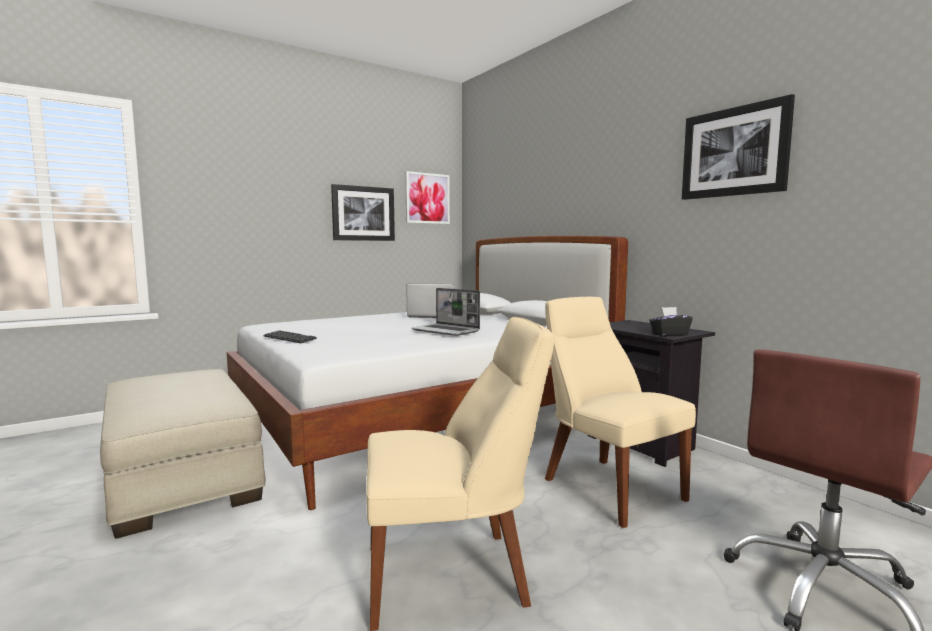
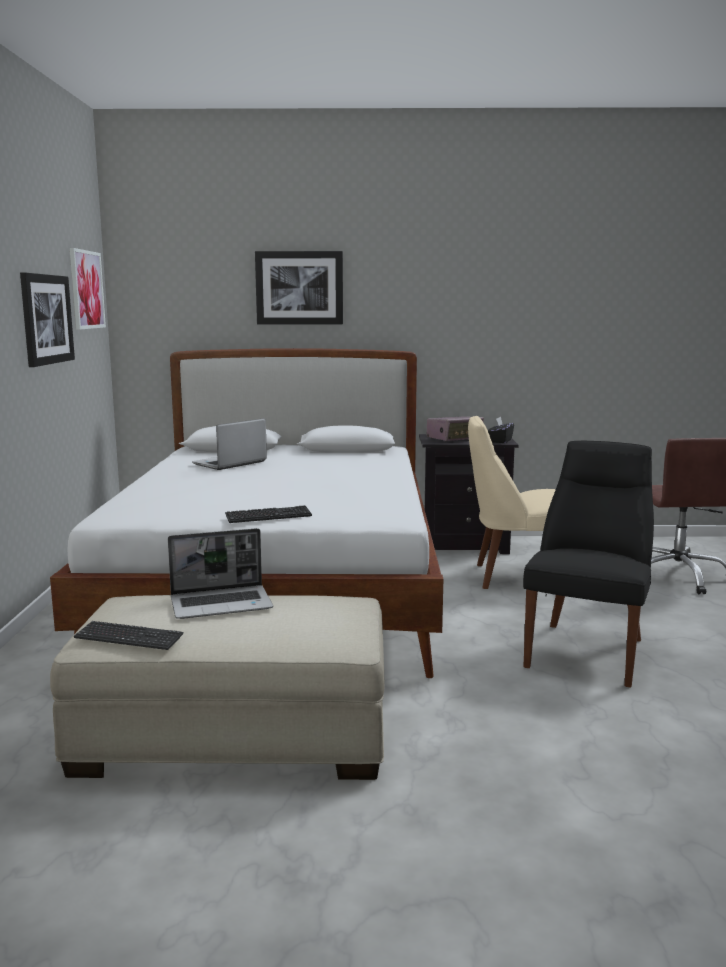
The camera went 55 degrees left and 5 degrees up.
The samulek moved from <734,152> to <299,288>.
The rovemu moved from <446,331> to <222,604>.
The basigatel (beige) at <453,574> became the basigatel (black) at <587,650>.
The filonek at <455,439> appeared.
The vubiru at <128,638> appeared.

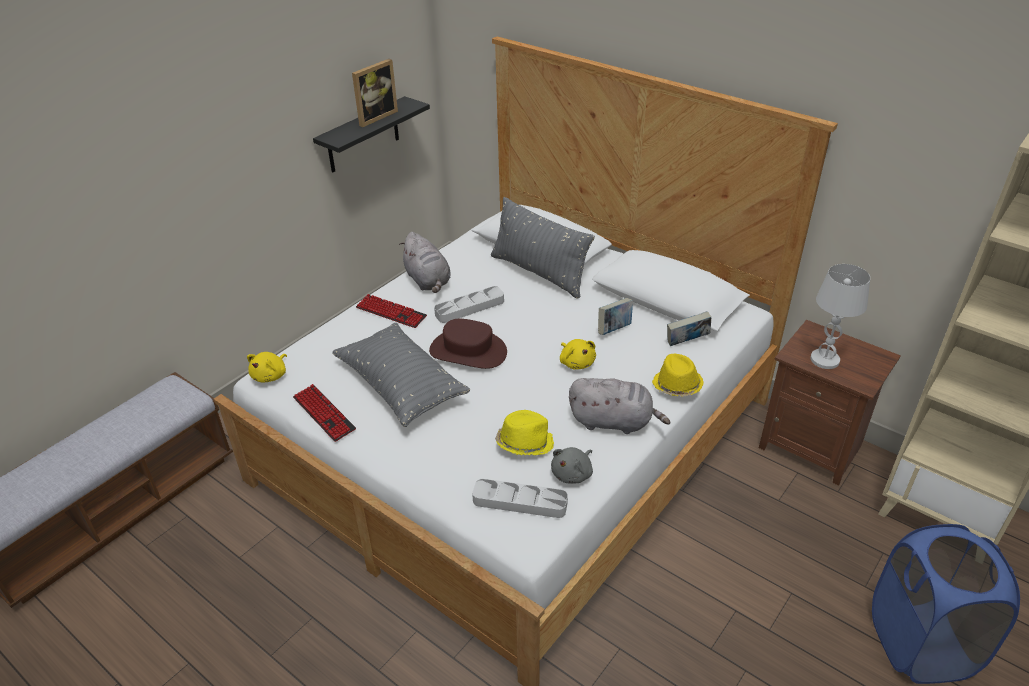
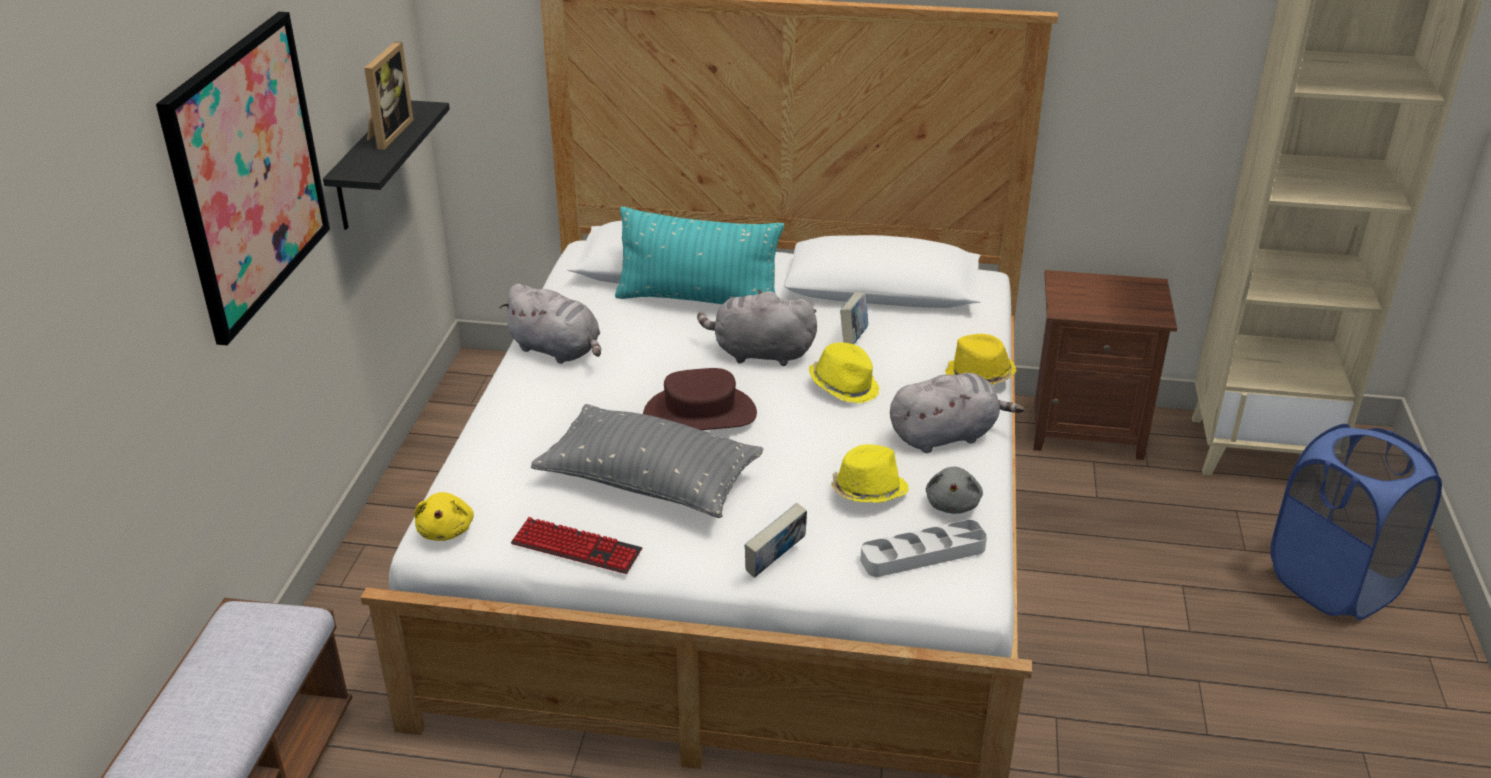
The camera went 30 degrees left and 5 degrees down.
The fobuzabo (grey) at <539,273> became the fobuzabo (turquoise) at <698,301>.
The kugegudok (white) at <825,360> disappeared.
The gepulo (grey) at <469,308> disappeared.
The vubiru at <391,312> disappeared.
The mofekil moved from <686,342> to <775,563>.
The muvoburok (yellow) at <576,362> was replaced by the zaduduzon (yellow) at <844,386>.
The samulek at <248,174> appeared.
The muvoburok (grey) at <759,353> appeared.

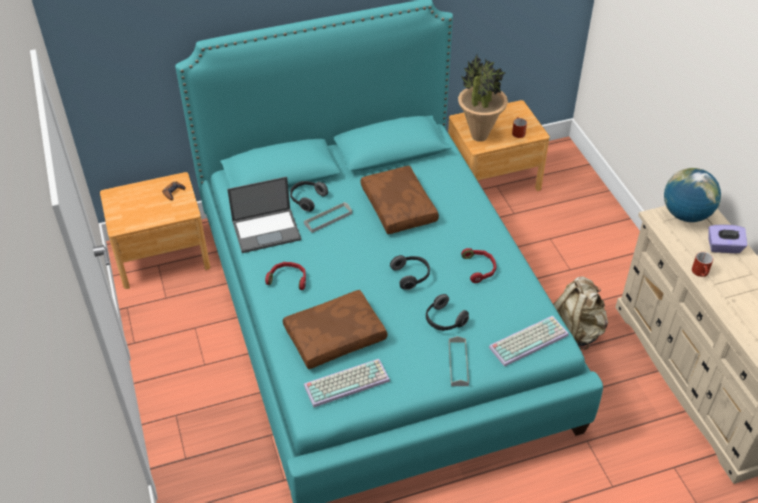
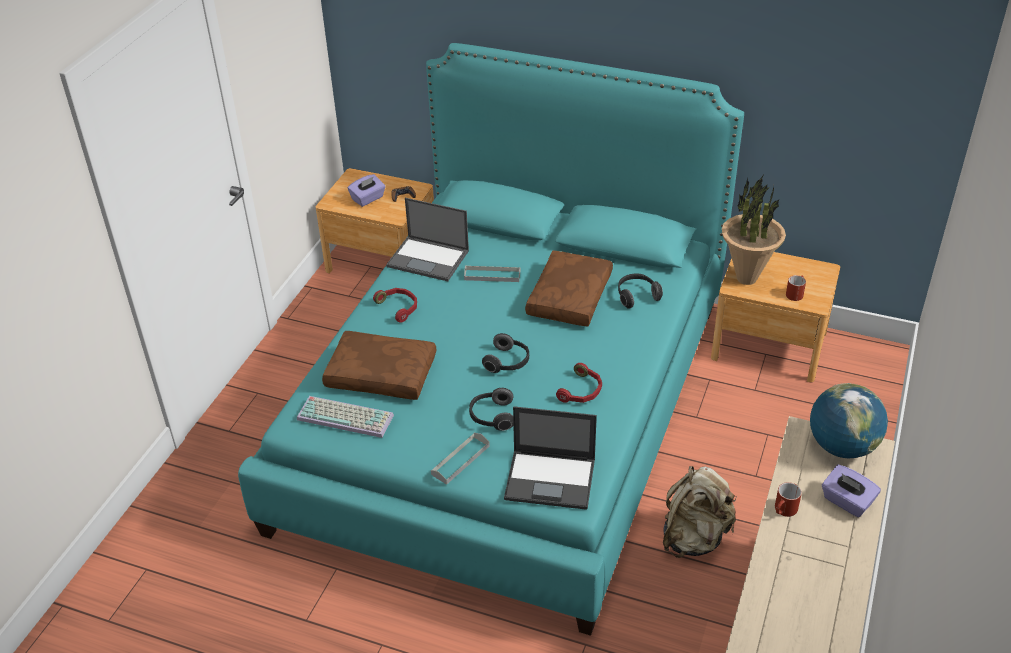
The camera went 40 degrees right and 5 degrees down.
The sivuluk moved from <307,199> to <636,296>.
The vubiru at <528,340> was replaced by the rovemu at <551,479>.
The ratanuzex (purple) at <368,199> appeared.

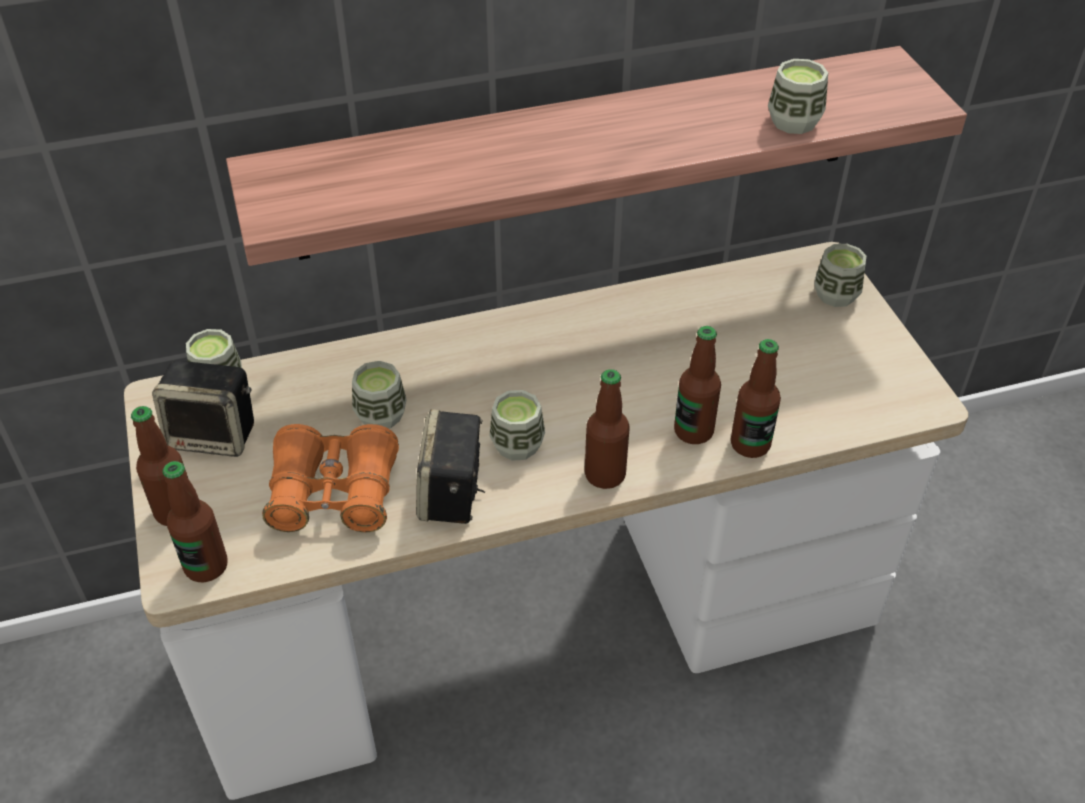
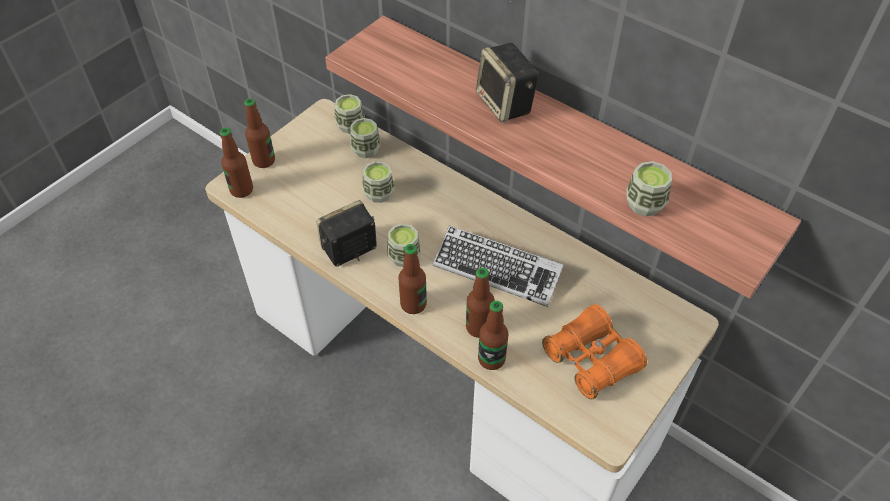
The camera went 55 degrees right and 5 degrees up.
The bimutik moved from <836,294> to <366,150>.
The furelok moved from <215,435> to <506,104>.
The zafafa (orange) moved from <334,493> to <591,360>.
The vubiru at <497,270> appeared.

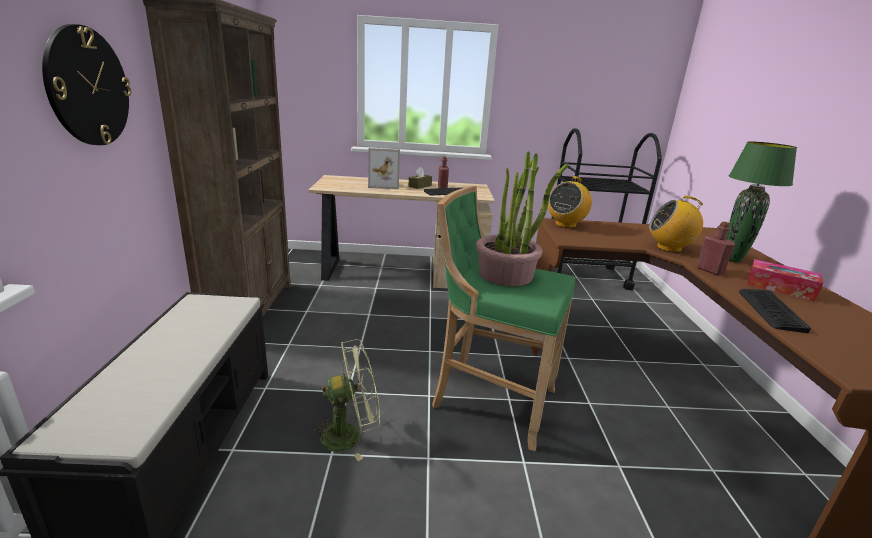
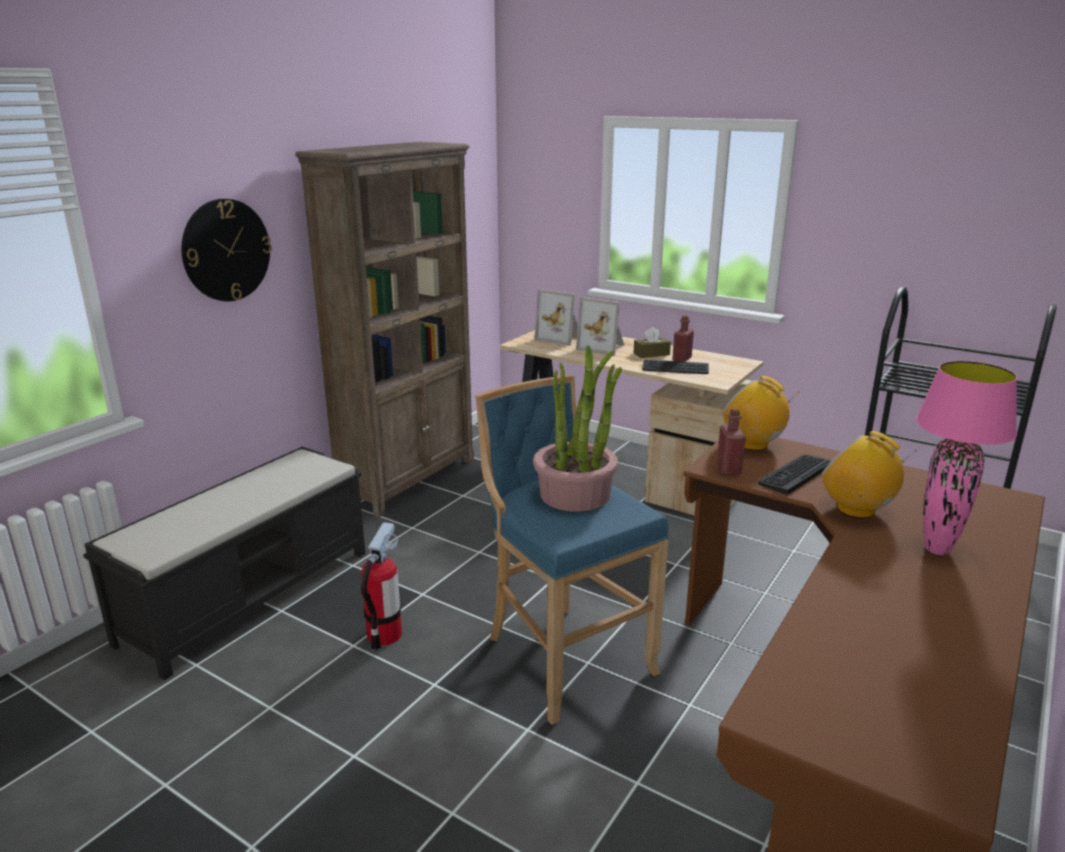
The camera went 35 degrees right and 0 degrees up.
The kugegudok (green) at <732,260> became the kugegudok (pink) at <936,549>.
The filonek at <565,224> turned 60 degrees clockwise.
The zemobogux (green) at <489,400> became the zemobogux (blue) at <563,655>.
The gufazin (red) moved from <710,270> to <728,469>.
The ratanuzex at <780,288> disappeared.
The vubiru moved from <770,310> to <795,474>.
The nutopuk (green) at <350,435> was replaced by the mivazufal at <384,635>.
The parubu at <561,338> appeared.

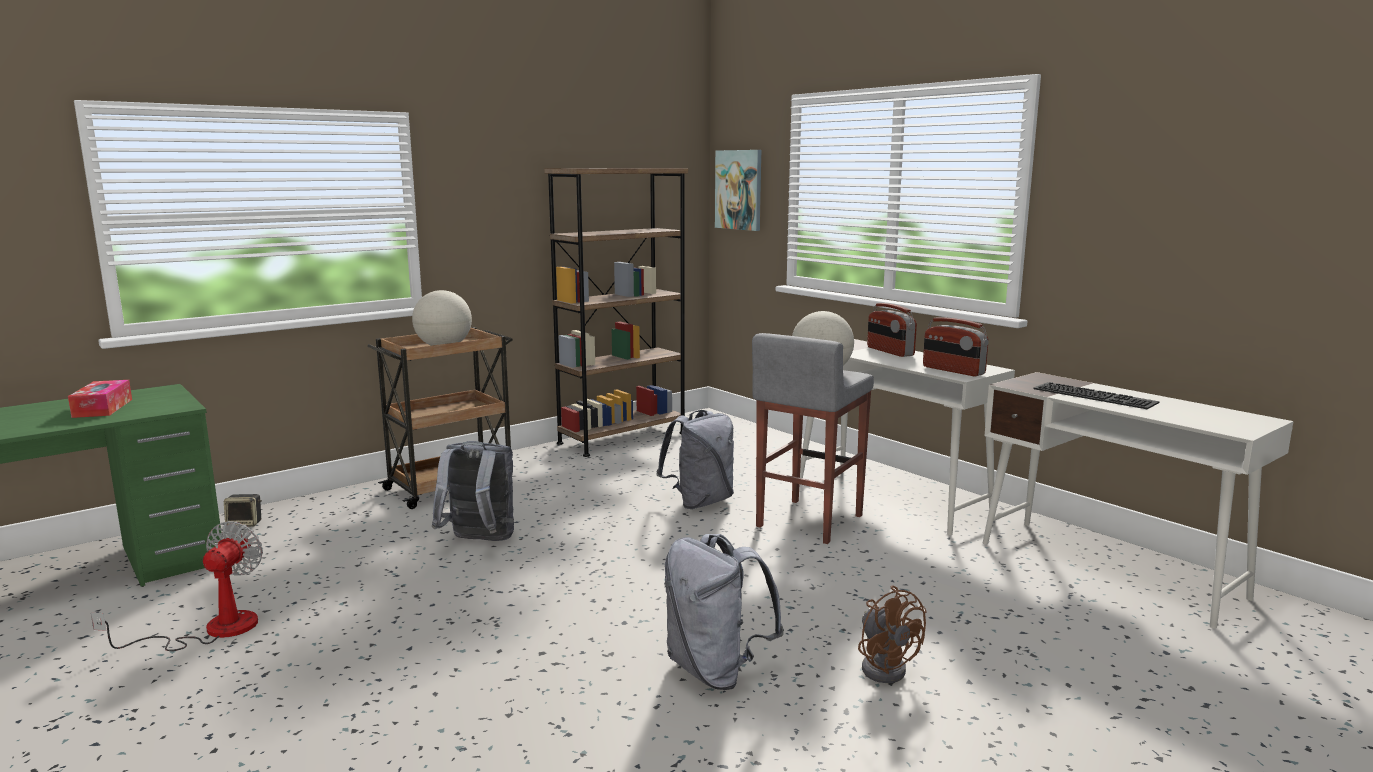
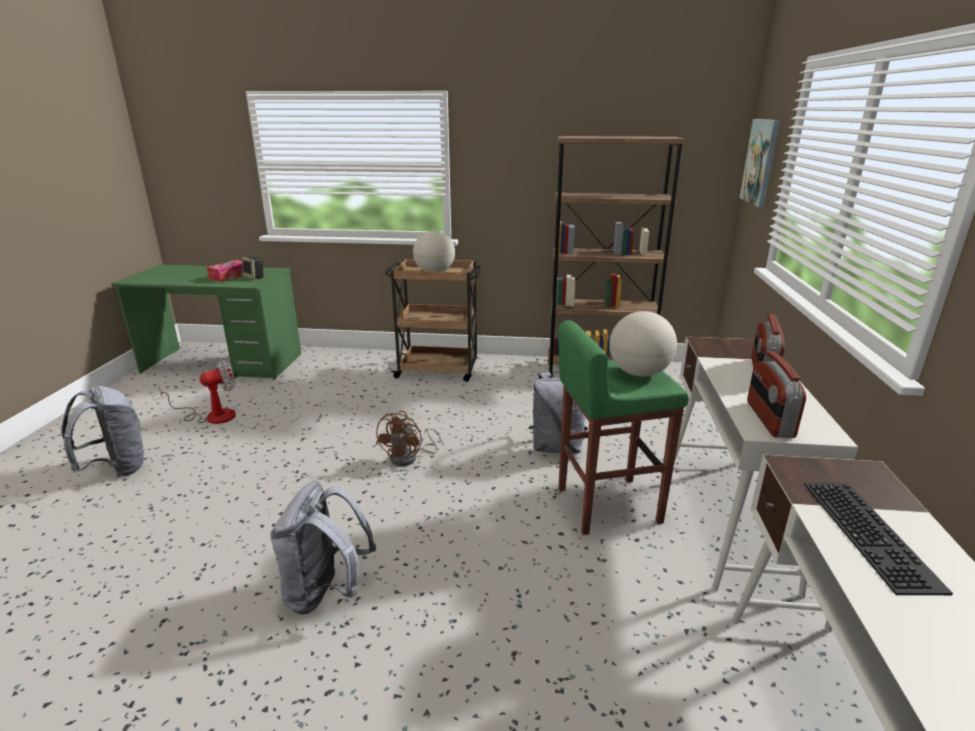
The camera went 45 degrees right and 10 degrees up.
The zemobogux (grey) at <807,521> became the zemobogux (green) at <606,504>.
The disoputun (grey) moved from <479,542> to <117,469>.
The furelok moved from <245,523> to <254,277>.
The nutopuk (brown) moved from <885,666> to <409,458>.

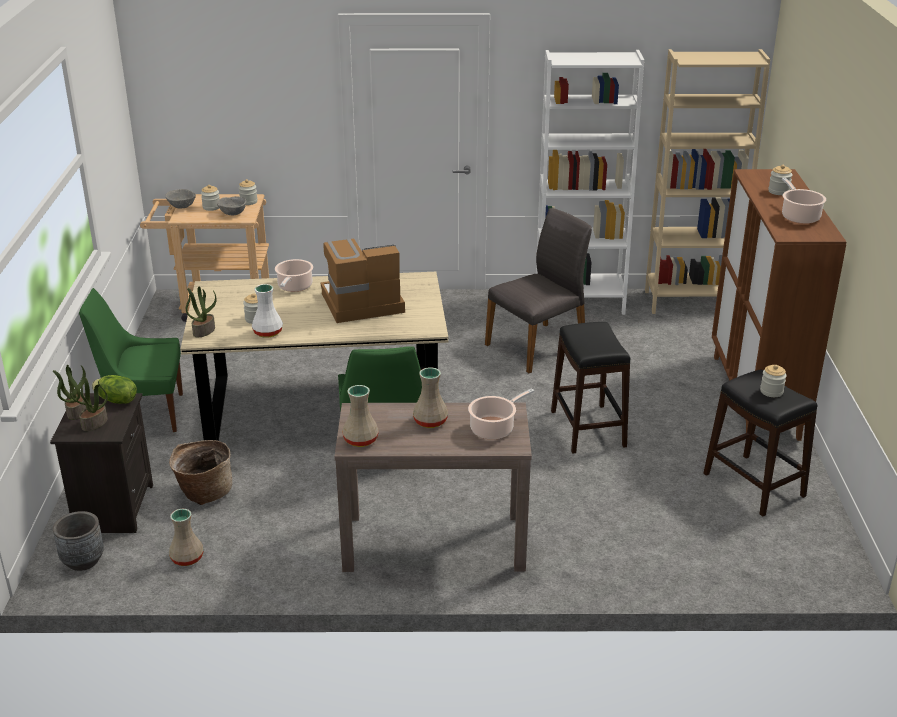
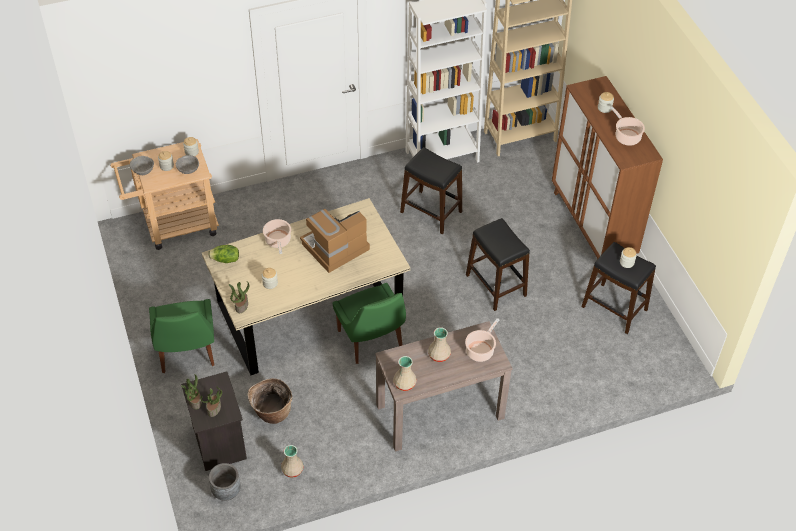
The camera went 20 degrees left and 20 degrees up.
The basigatel (grey) at <537,346> was replaced by the zemobogux (black) at <431,212>.
The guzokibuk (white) at <268,332> disappeared.
The basigatel (green) at <144,414> turned 75 degrees counterclockwise.
The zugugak moved from <116,401> to <225,260>.

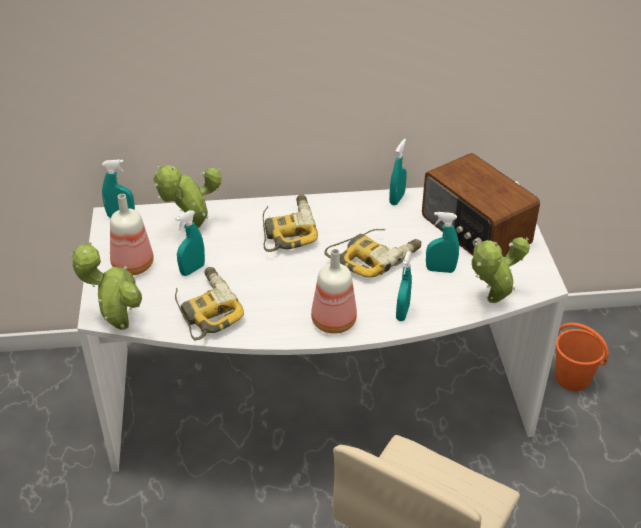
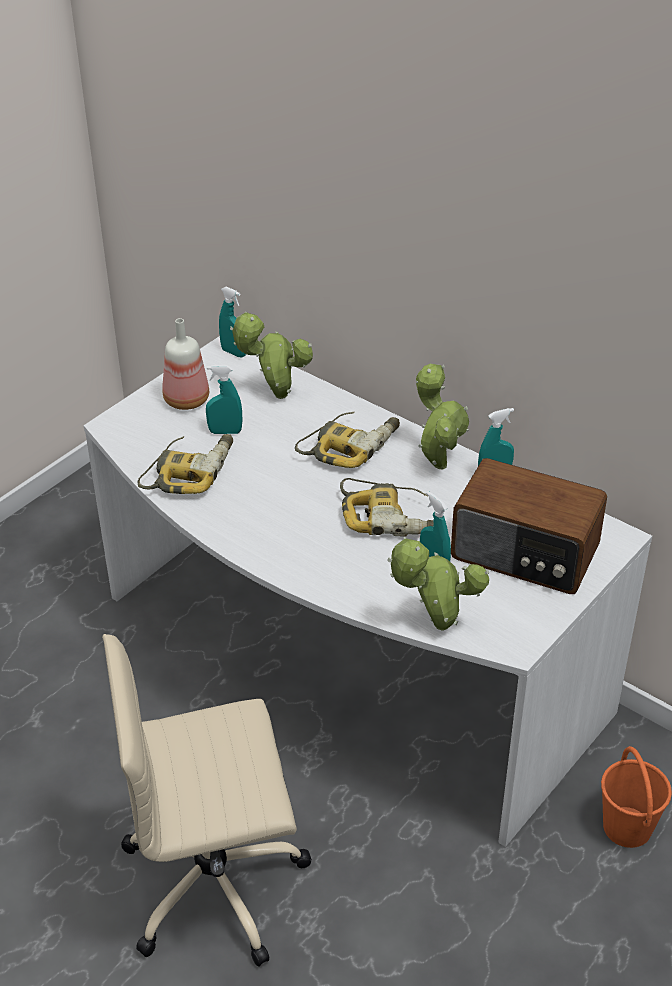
The camera went 45 degrees right and 0 degrees up.
The filonek at <474,231> turned 75 degrees counterclockwise.
The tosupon moved from <118,324> to <438,462>.
The gufazin at <332,321> disappeared.
The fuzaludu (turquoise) at <402,312> disappeared.

